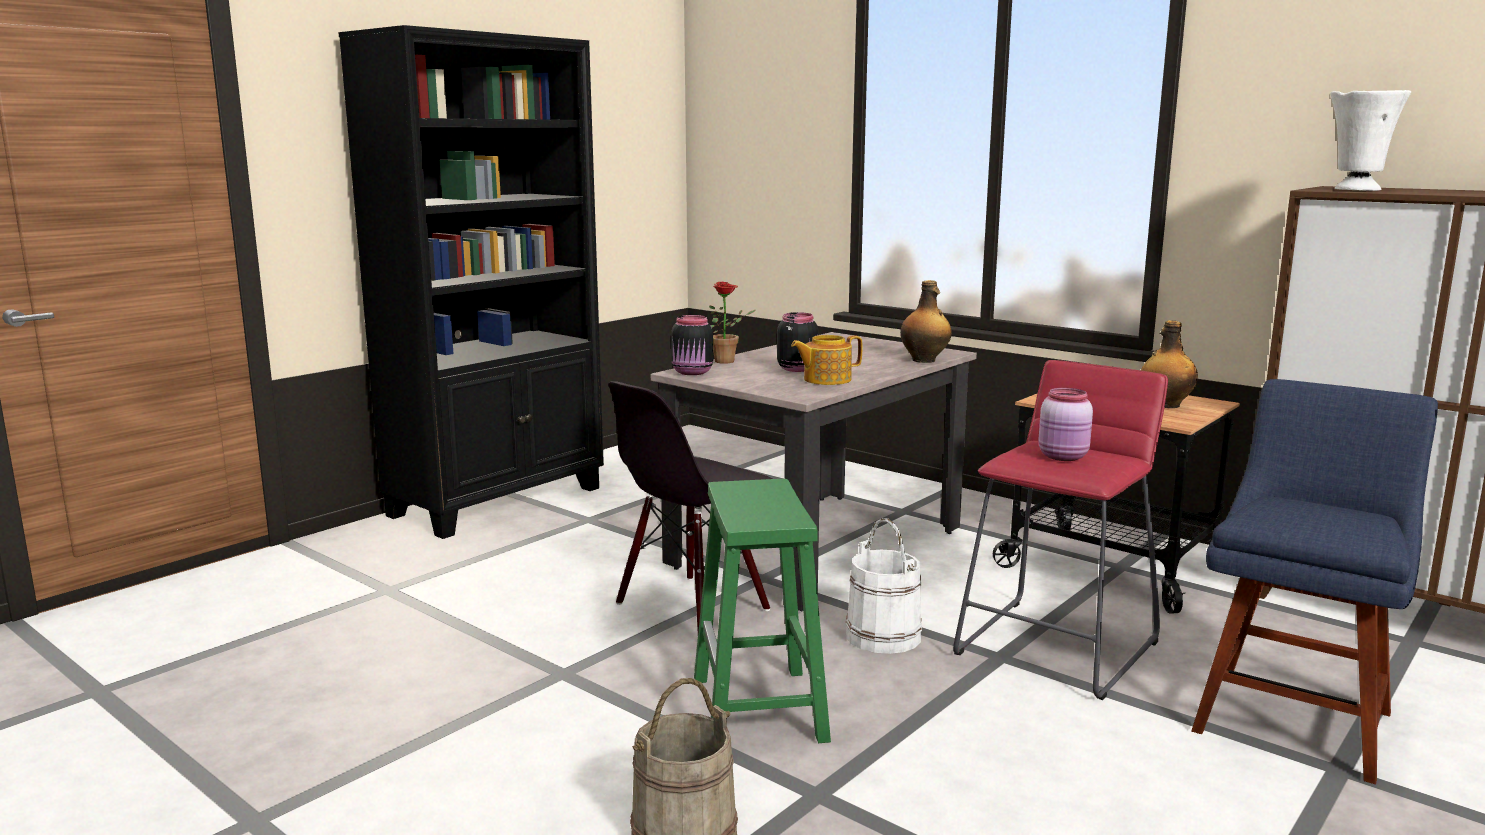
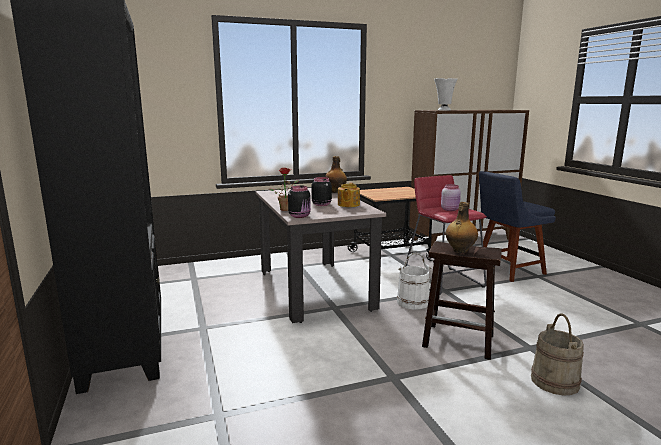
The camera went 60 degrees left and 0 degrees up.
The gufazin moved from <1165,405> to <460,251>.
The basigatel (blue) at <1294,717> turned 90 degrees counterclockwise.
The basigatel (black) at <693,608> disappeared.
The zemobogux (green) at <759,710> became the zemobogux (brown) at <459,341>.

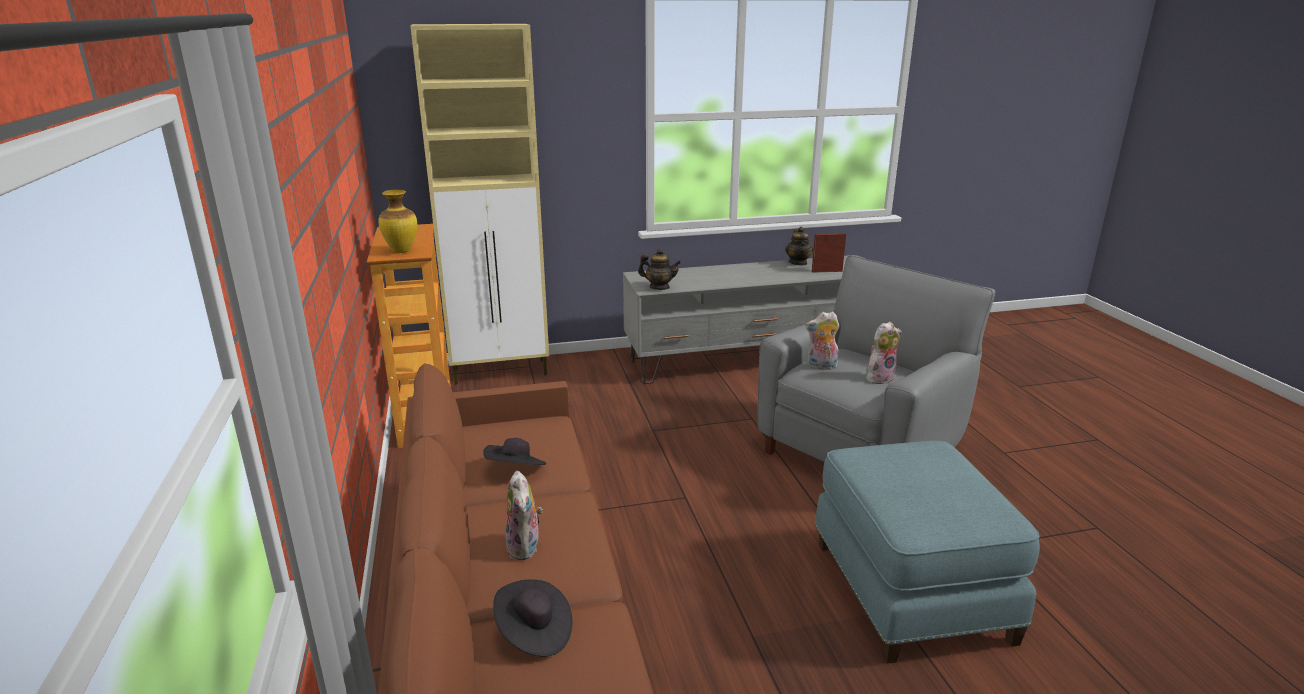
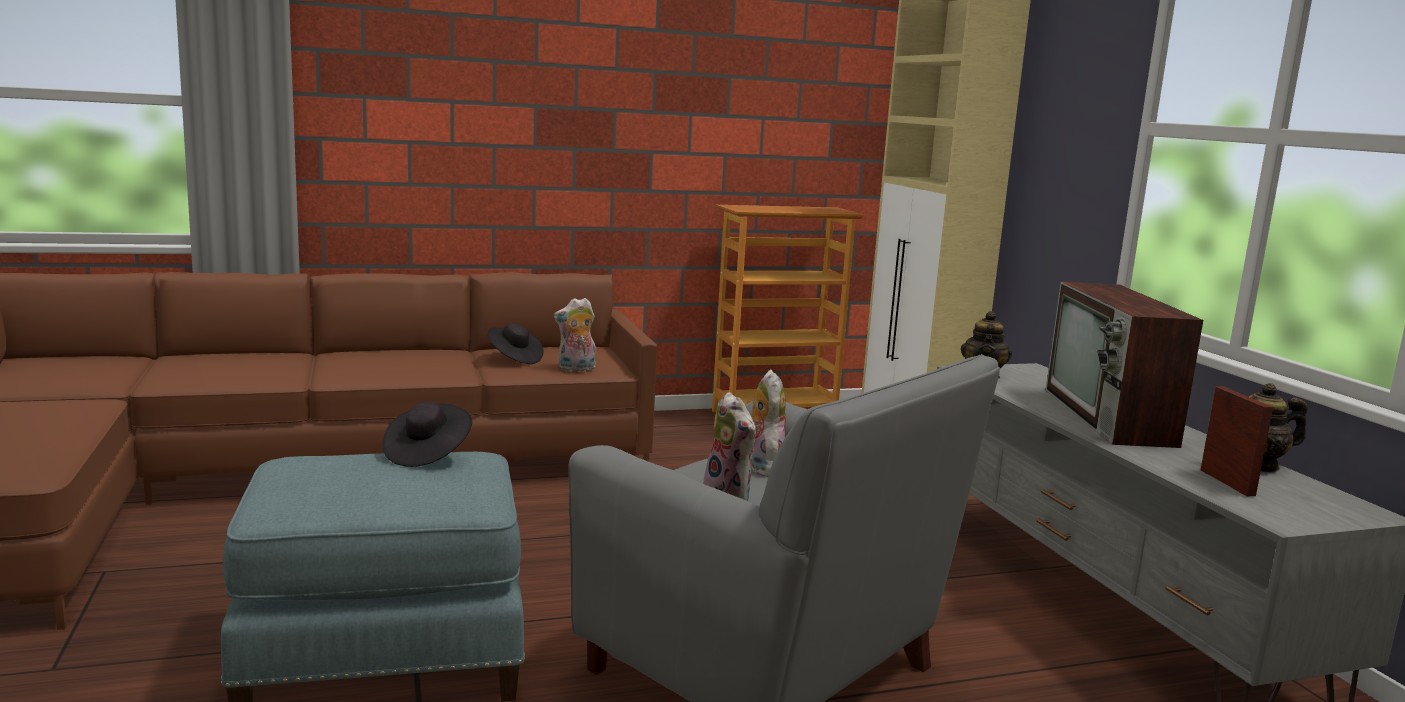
The camera went 85 degrees right and 10 degrees down.
The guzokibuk at <402,251> disappeared.
The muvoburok moved from <526,548> to <576,369>.
The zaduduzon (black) moved from <534,633> to <427,454>.
The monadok at <1110,418> appeared.

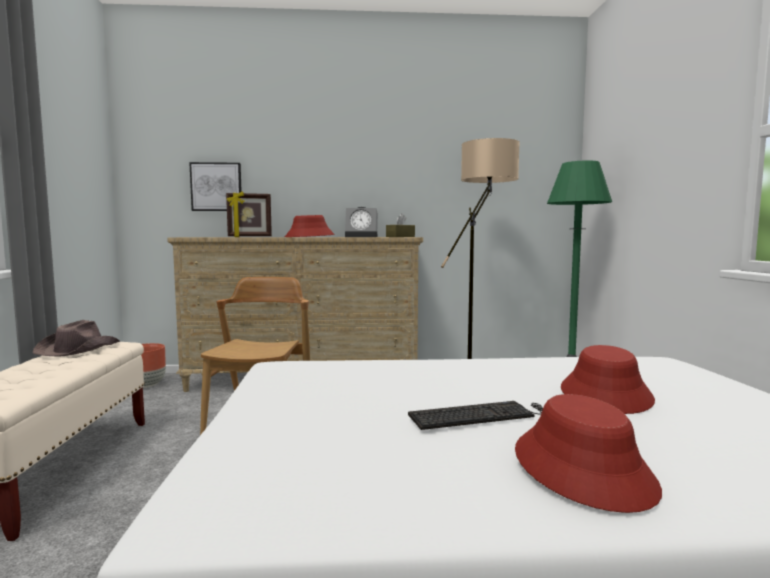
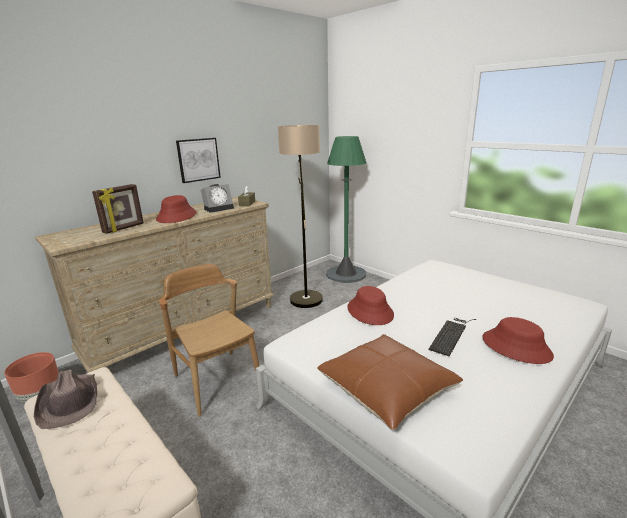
The camera went 40 degrees left and 15 degrees up.
The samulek moved from <216,187> to <198,159>.
The zaduduzon (red) moved from <606,394> to <370,311>.
The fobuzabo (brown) at <386,388> appeared.

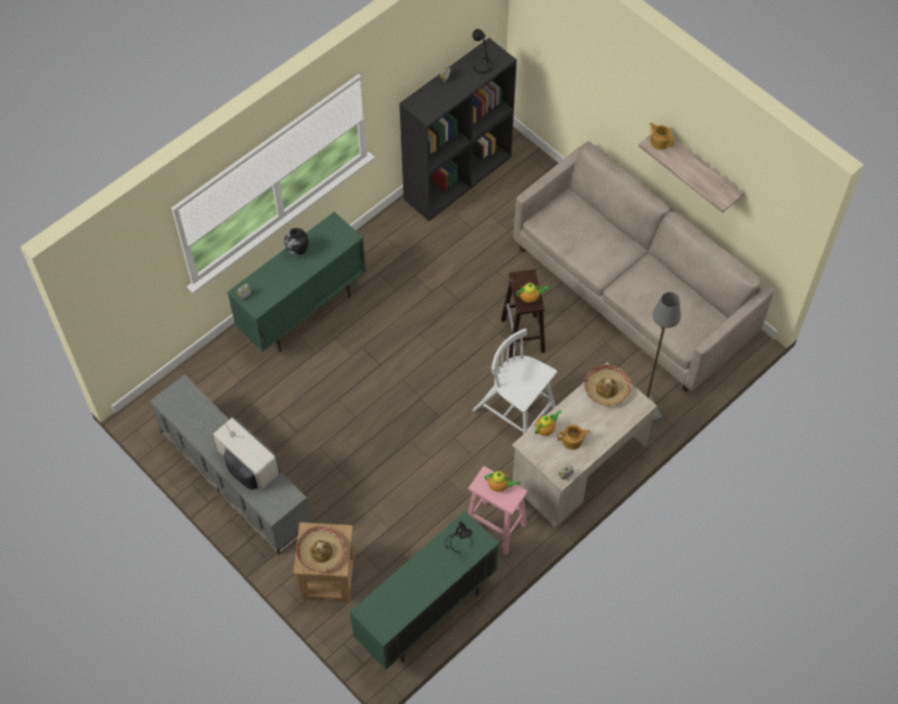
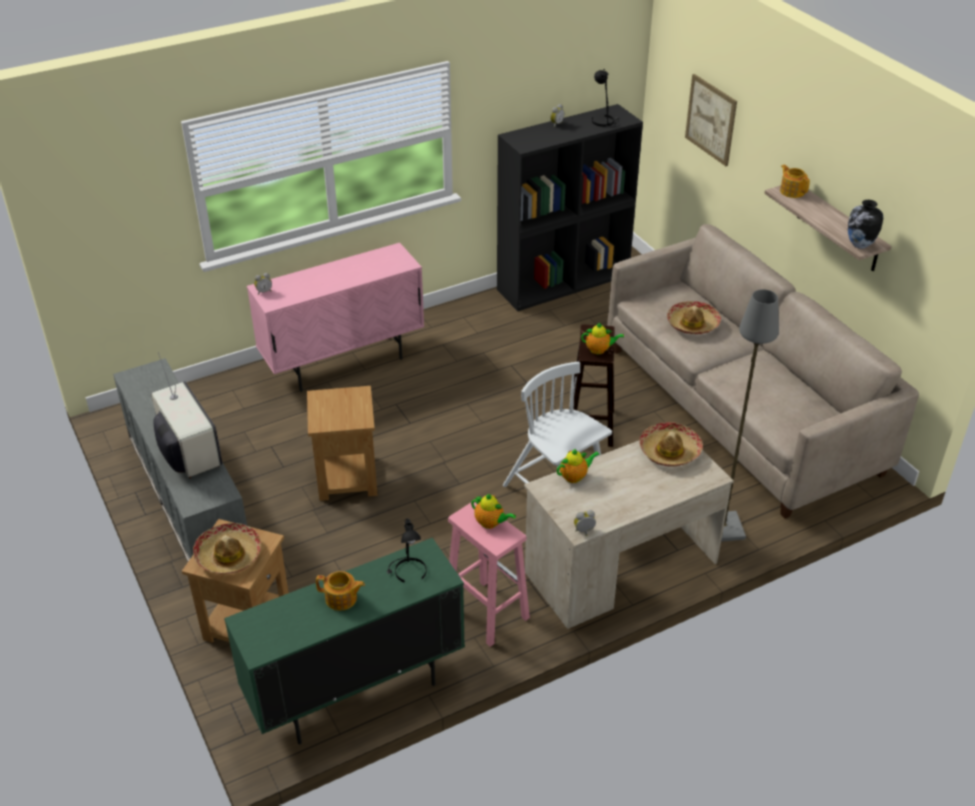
The camera went 15 degrees right and 20 degrees down.
The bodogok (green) at <303,312> became the bodogok (pink) at <343,363>.
The guzokibuk moved from <297,252> to <859,245>.
The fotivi moved from <572,440> to <341,599>.
The samulek at <711,119> appeared.
The zaduduzon at <692,324> appeared.
The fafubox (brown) at <347,477> appeared.

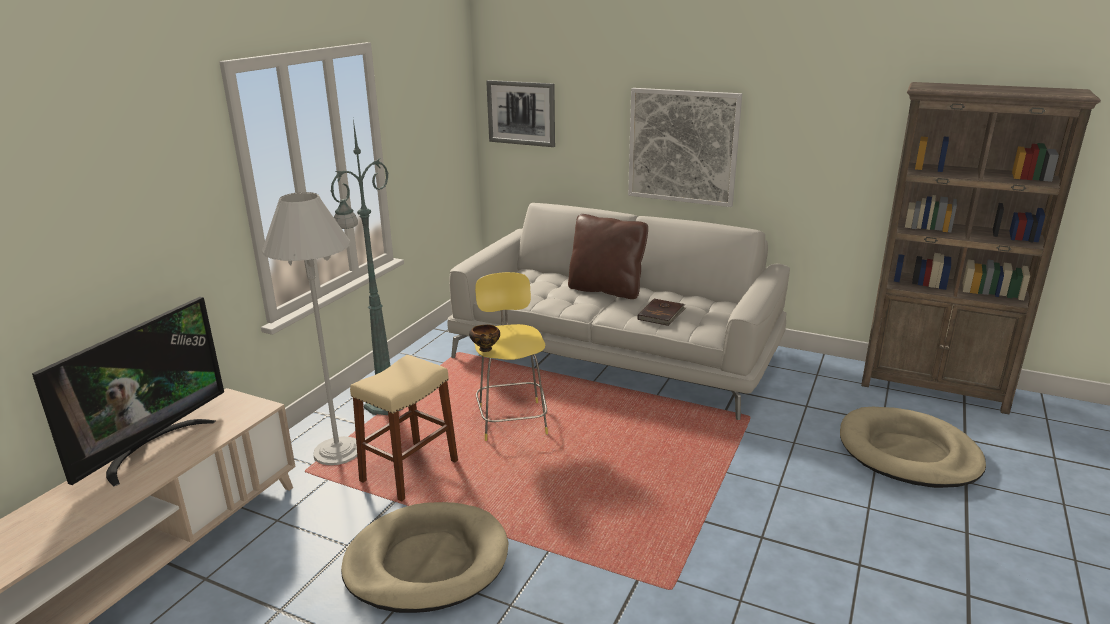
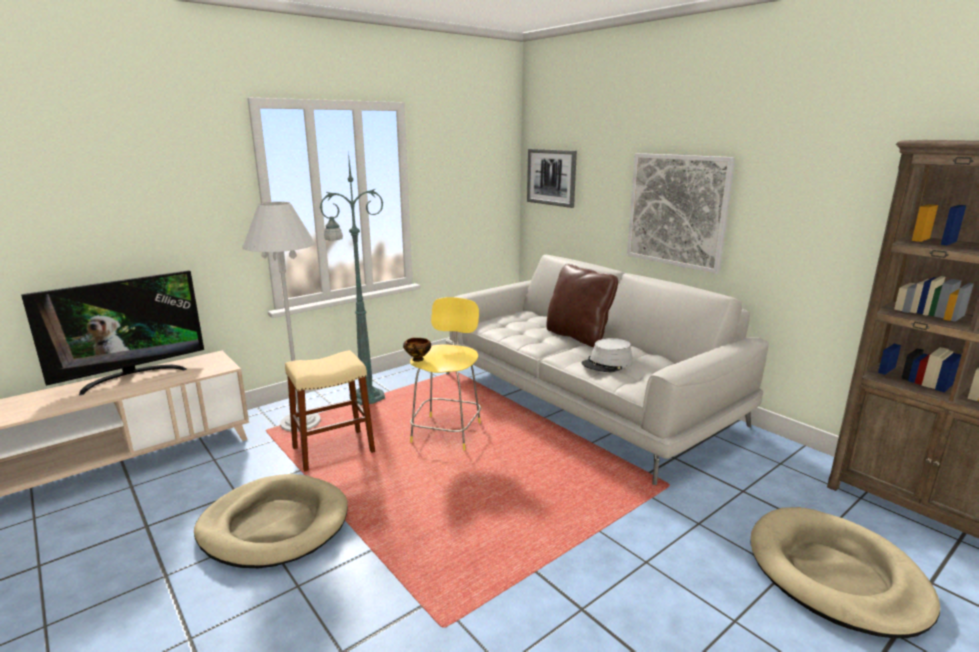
The camera went 25 degrees right and 5 degrees down.
The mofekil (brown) at <662,314> was replaced by the zaduduzon (grey) at <607,363>.

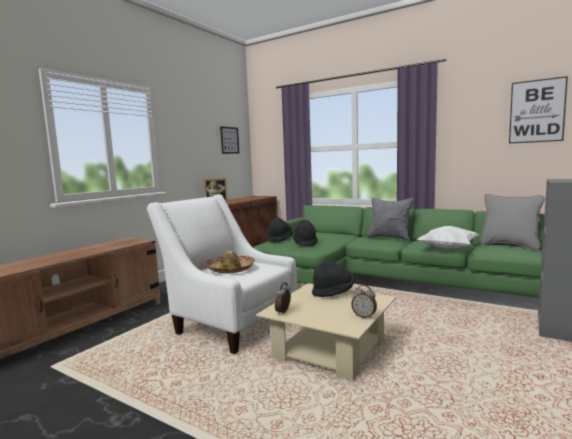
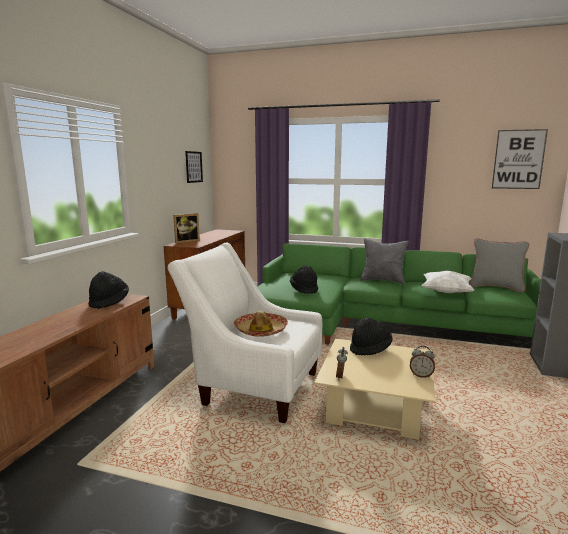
The camera went 15 degrees left and 5 degrees up.
The zaduduzon (black) moved from <280,239> to <109,302>.

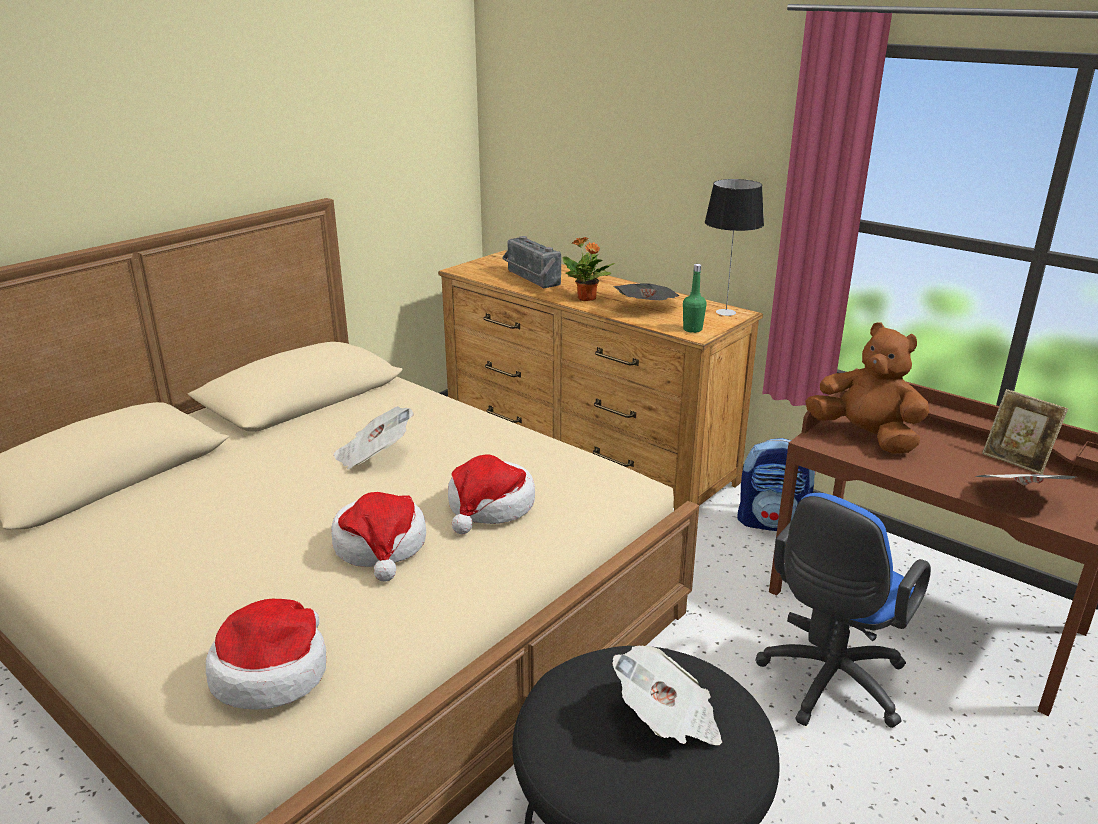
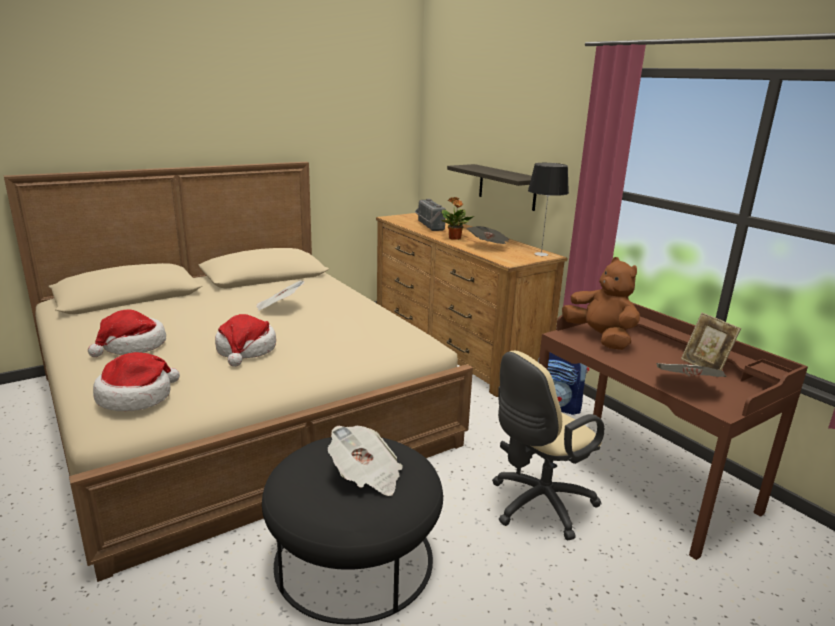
The camera went 15 degrees right and 5 degrees down.
The gufazin (green) at <692,329> disappeared.
The zaduduzon moved from <490,507> to <132,346>.
The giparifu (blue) at <828,685> became the giparifu (beige) at <537,506>.
The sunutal at <507,187> appeared.

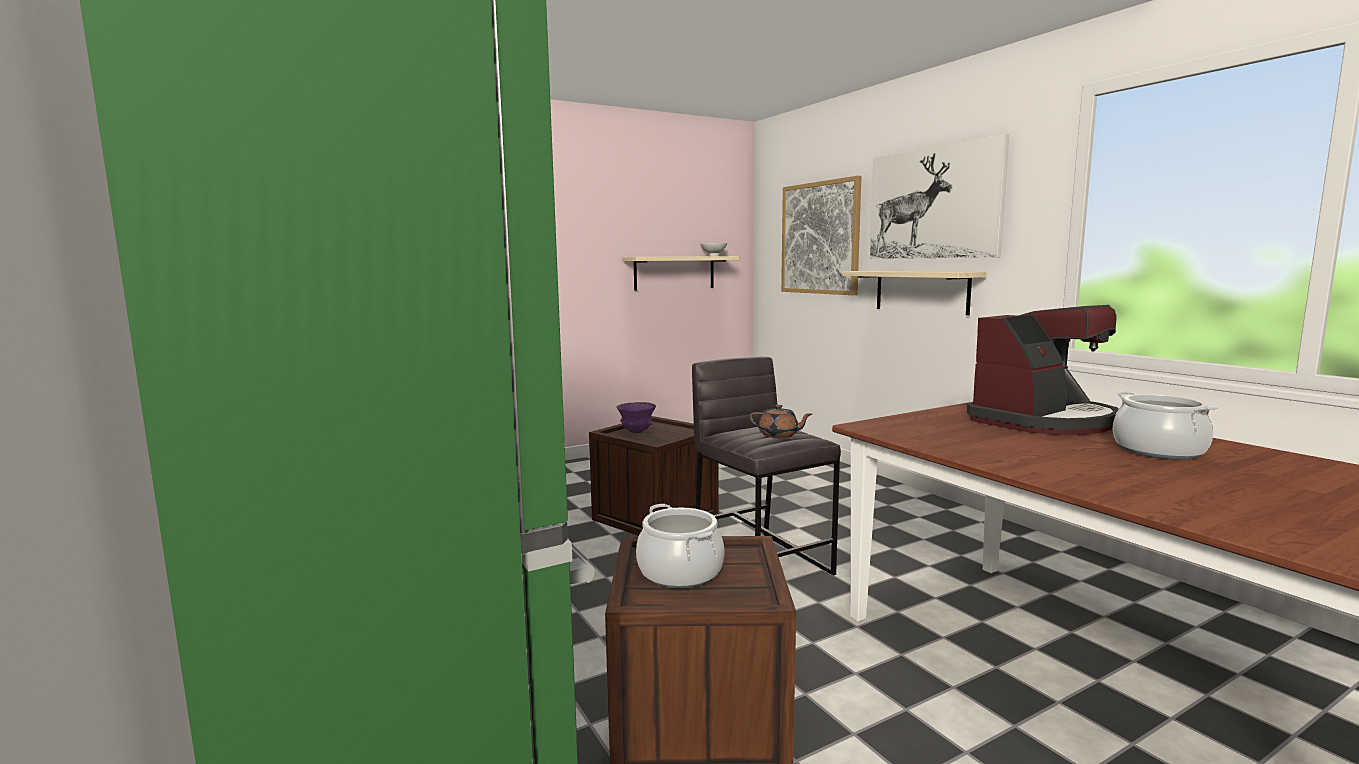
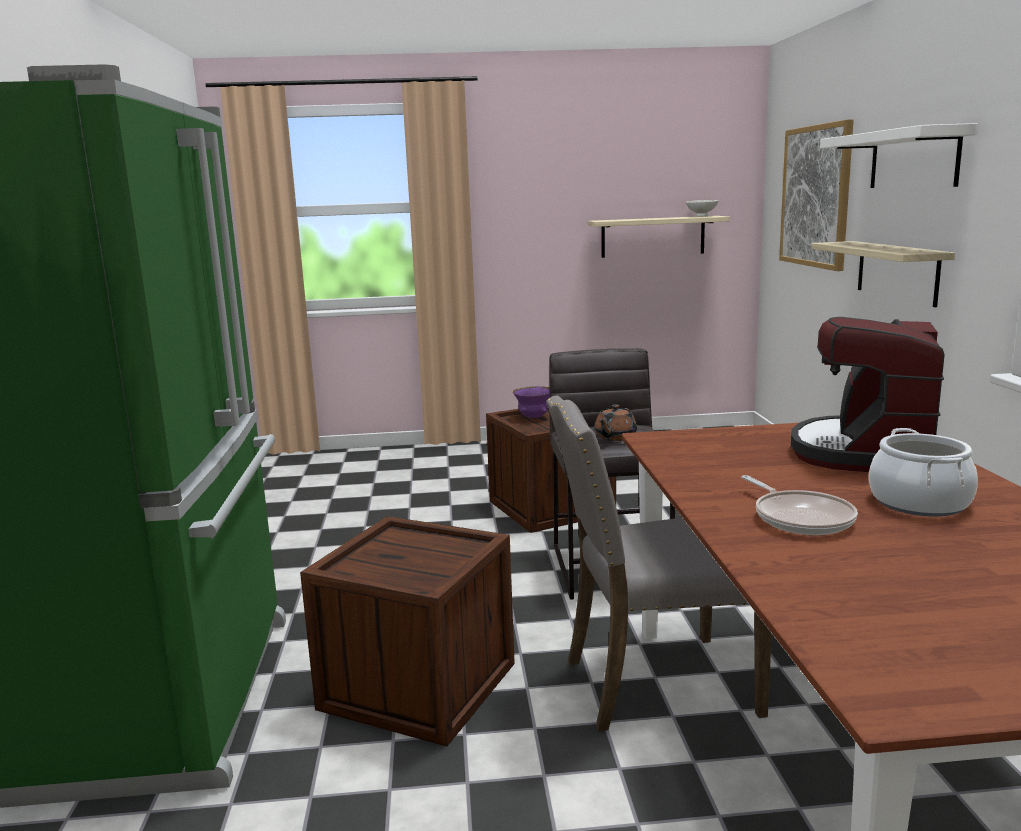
The camera went 25 degrees right and 5 degrees up.
The samulek at <933,203> was replaced by the sunutal (white) at <913,159>.
The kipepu at <1043,421> turned 120 degrees clockwise.
The fotivi (brown) at <779,435> turned 75 degrees clockwise.
The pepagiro at <680,572> disappeared.
The basigatel (grey) at <654,684> appeared.
The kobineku at <800,518> appeared.

